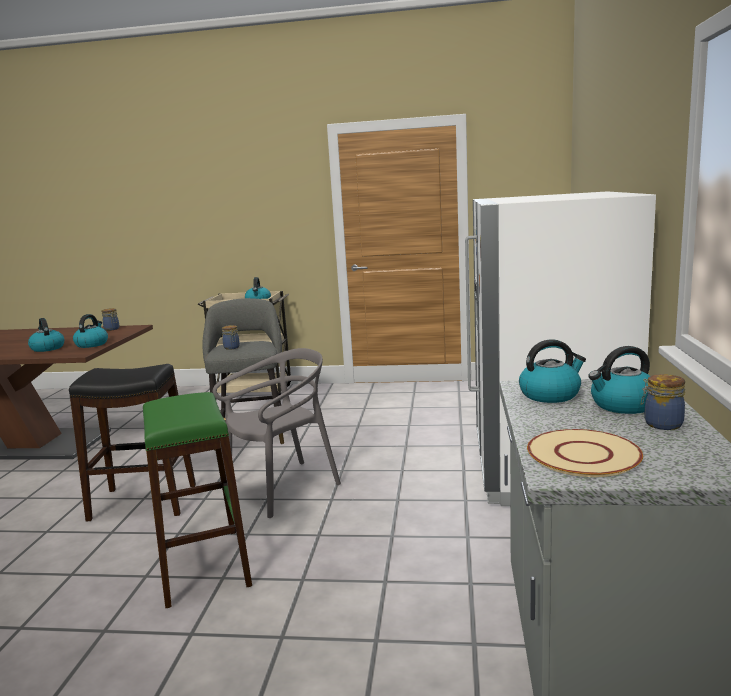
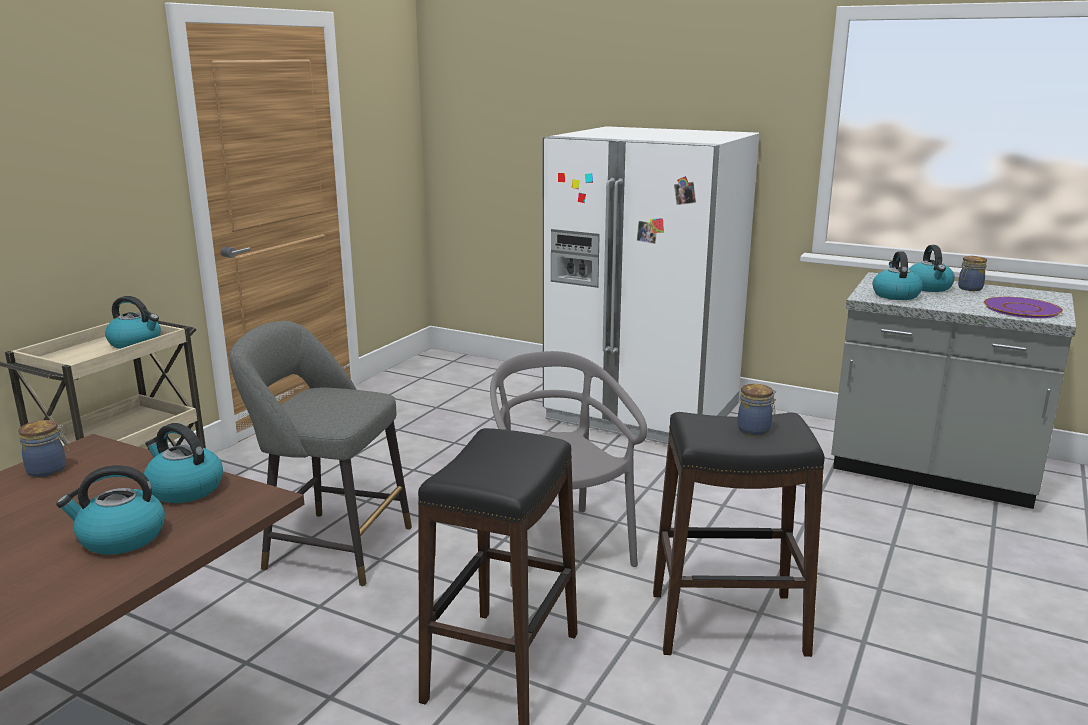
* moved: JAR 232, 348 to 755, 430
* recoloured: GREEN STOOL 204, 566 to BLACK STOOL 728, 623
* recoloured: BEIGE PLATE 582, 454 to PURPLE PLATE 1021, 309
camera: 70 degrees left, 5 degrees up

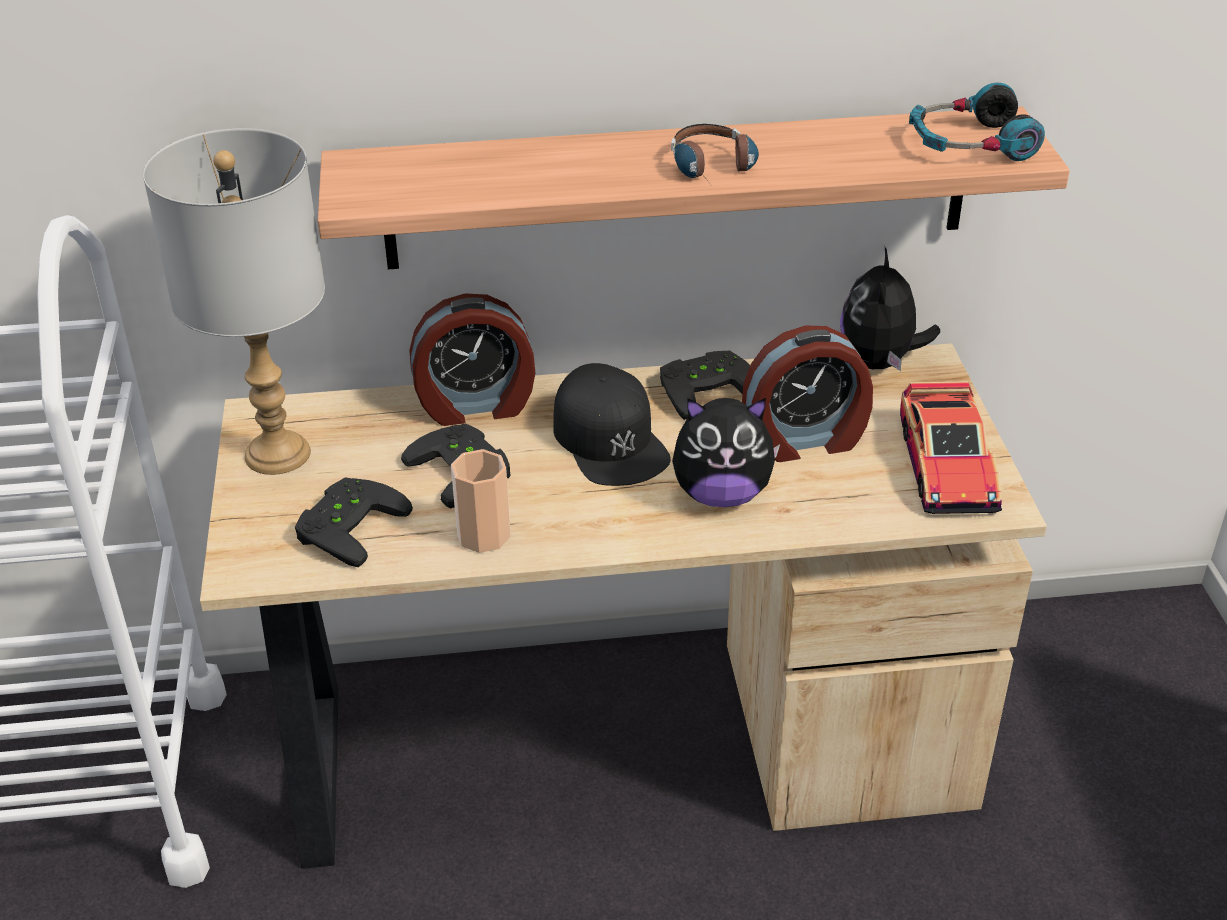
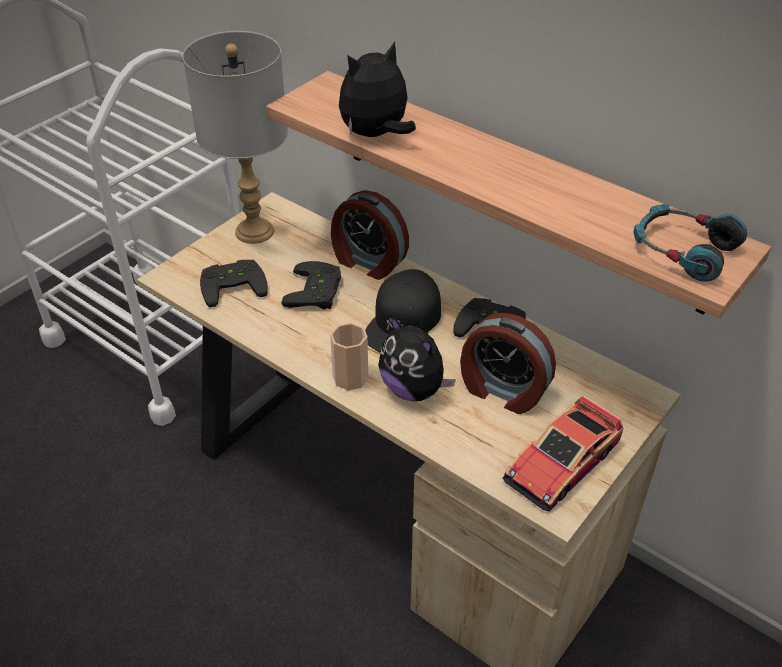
* removed: HEADPHONES 715, 170
* moved: CUP 483, 535 to 350, 377
* moved: PLUSH TOY 879, 363 to 376, 135
camera: 45 degrees right, 5 degrees up

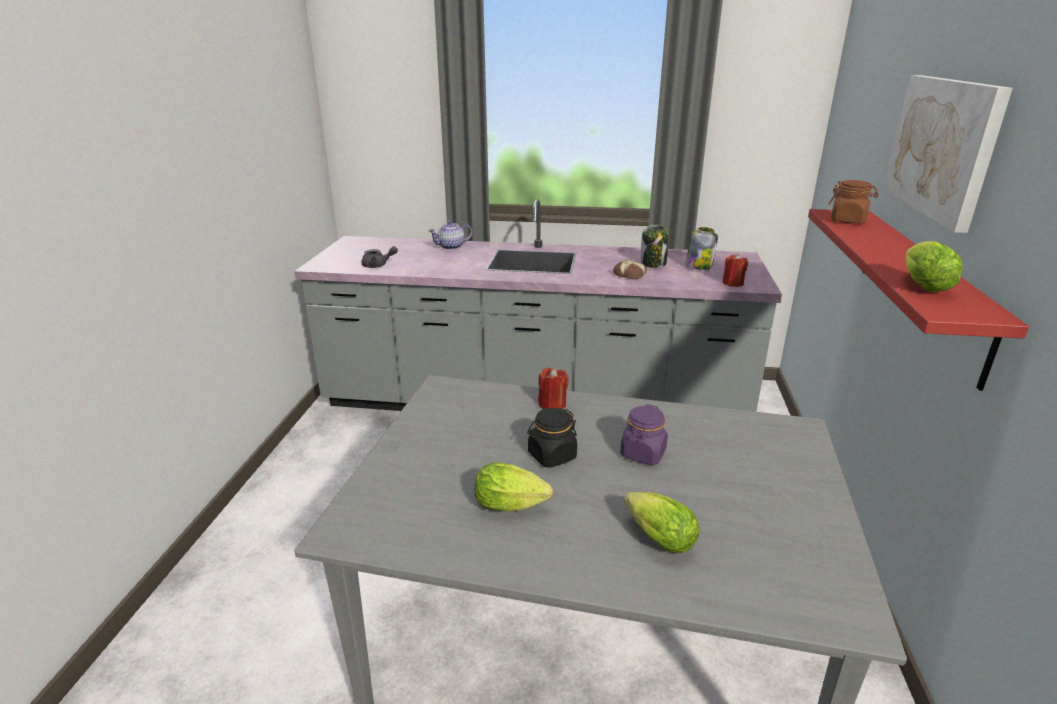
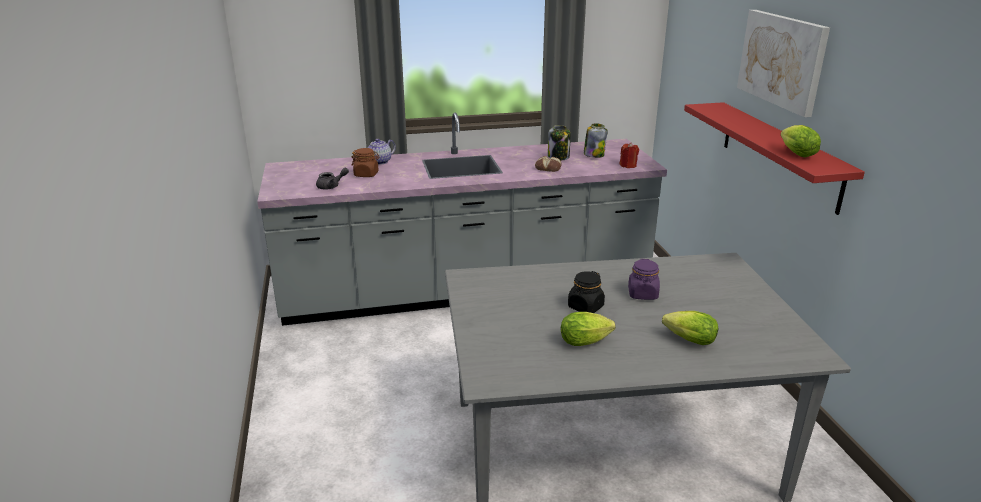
* removed: RED CANDLE 552, 404
* moved: BROWN JAR 848, 220 to 366, 174
camera: 20 degrees left, 0 degrees up

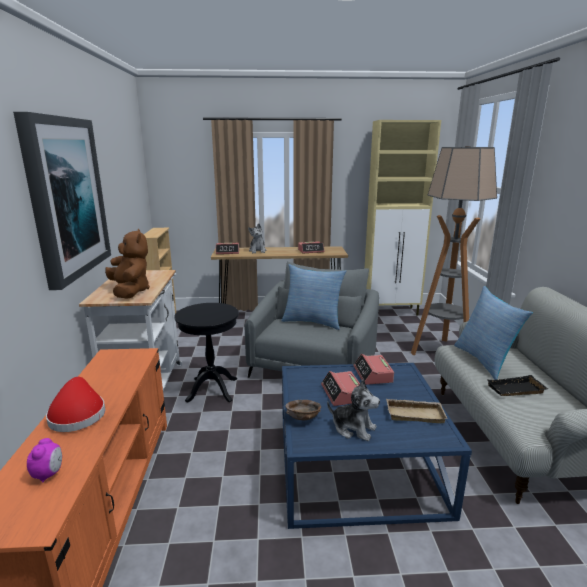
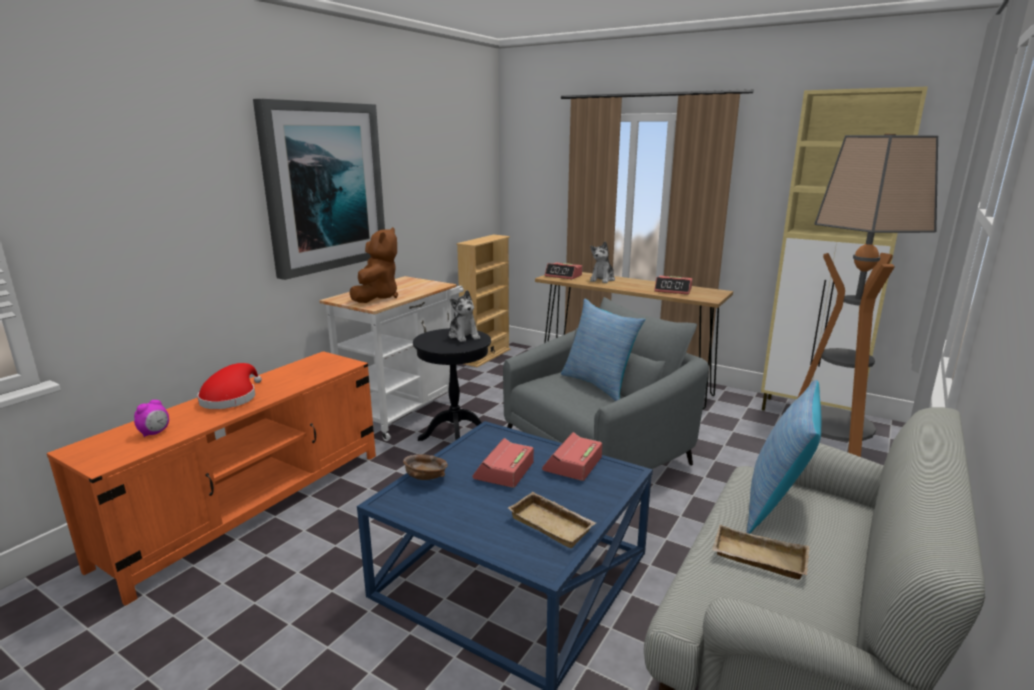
* moved: PLUSH TOY 353, 428 to 464, 336
* recoloured: BLACK TRAY 515, 390 to BEIGE TRAY 757, 559
camera: 35 degrees right, 0 degrees up

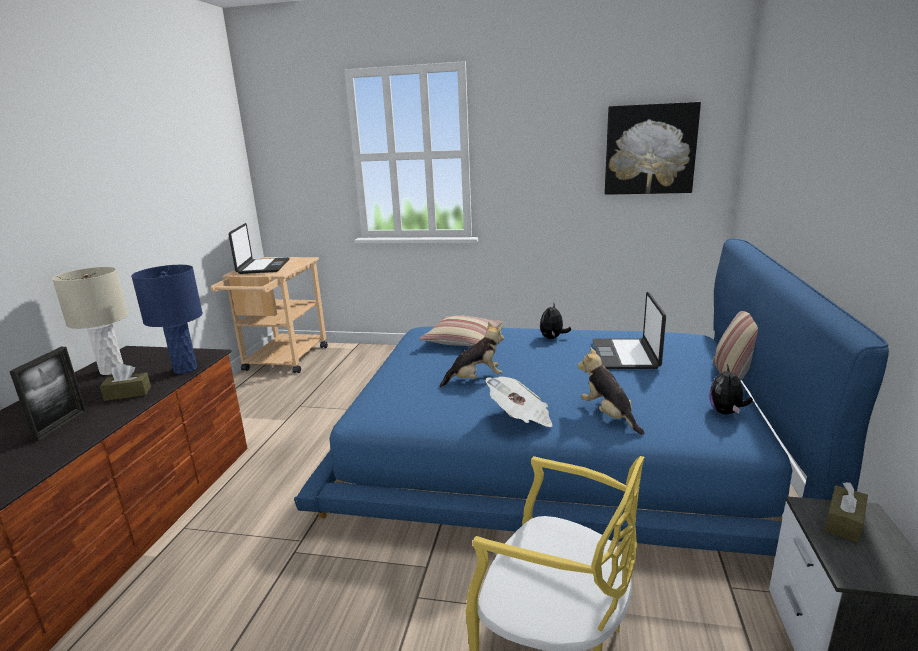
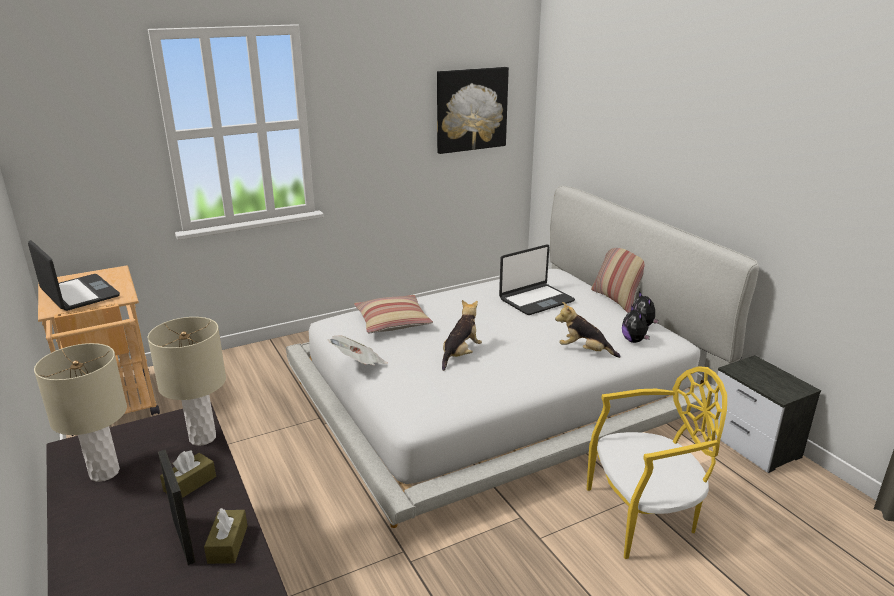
* moved: NEWSPAPER 520, 417 to 359, 364
* moved: PLUSH TOY 552, 338 to 634, 340
* moved: BROWN TISSUE BOX 844, 522 to 228, 544
* recoloured: BLUE TABLE LAMP 185, 369 to BEIGE TABLE LAMP 203, 438
* recoloured: BLUE BED 555, 447 to WHITE BED 501, 394
* turned: LAPTOP 626, 355 = 536, 300 90 degrees counterclockwise
camera: 40 degrees left, 5 degrees up

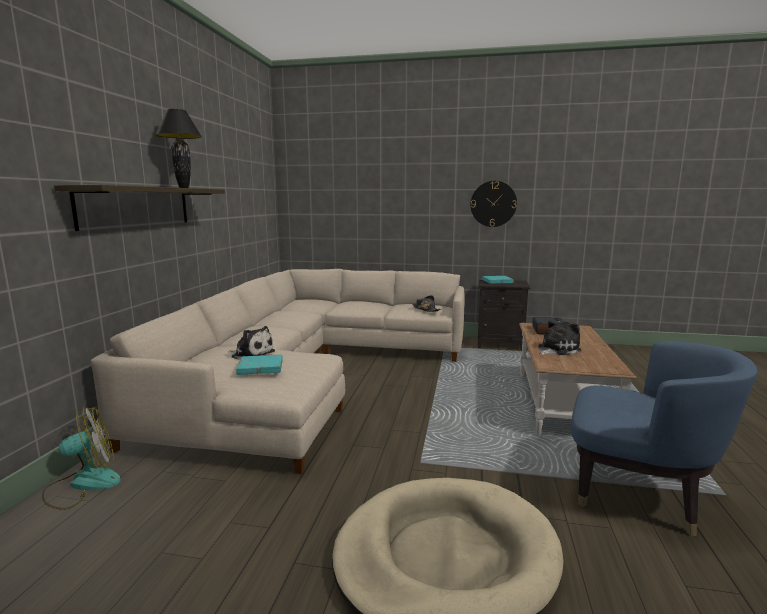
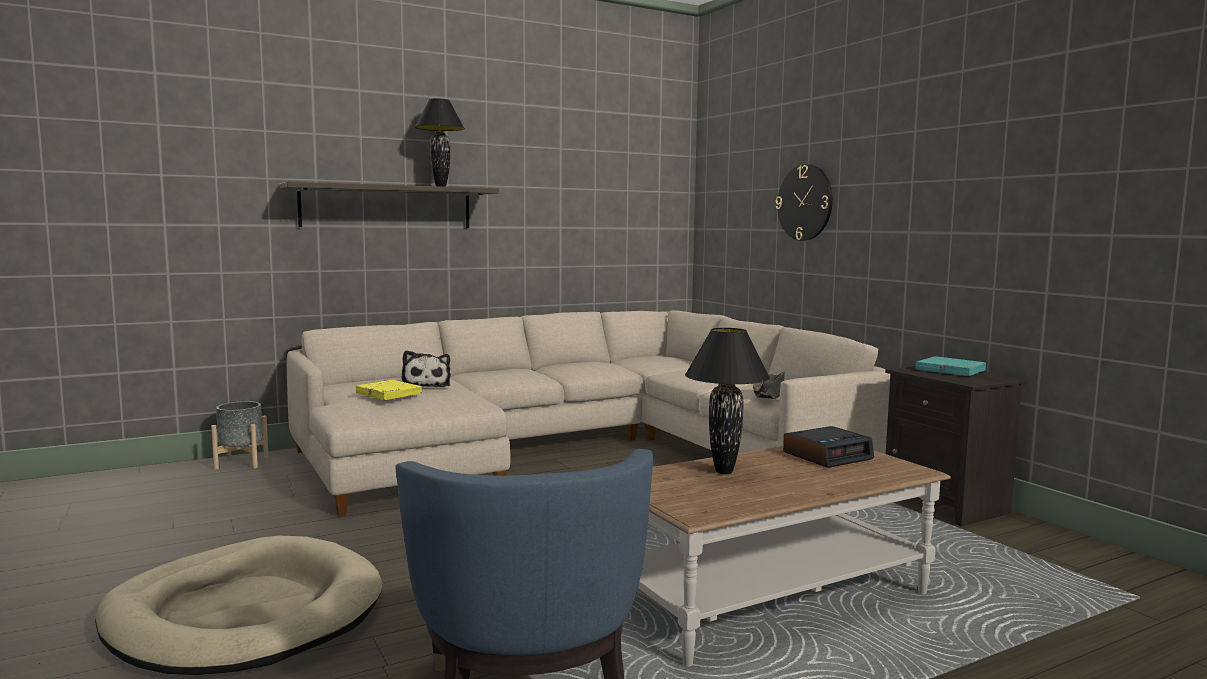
* moved: WALL CLOCK 493, 204 to 805, 202
* replaced: FAN 83, 484 to GREY PLANTER 241, 463
* replaced: PLUSH TOY 556, 349 to BLACK TABLE LAMP 723, 471
* recoloured: TURQUOISE BOOK 260, 368 to YELLOW BOOK 388, 394
camera: 50 degrees right, 5 degrees down

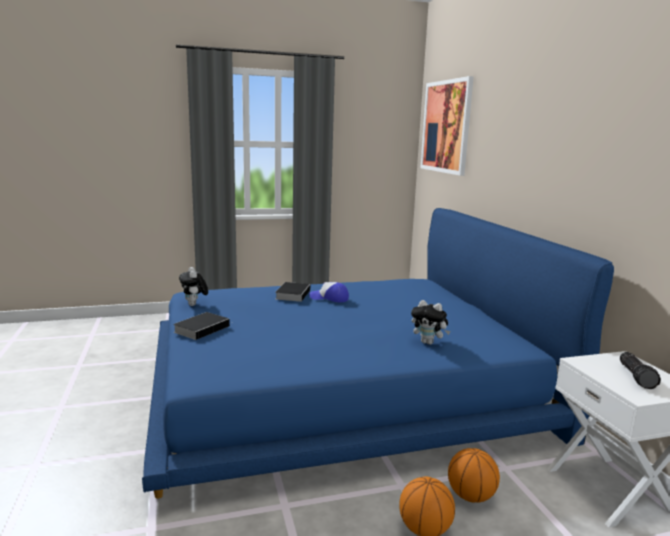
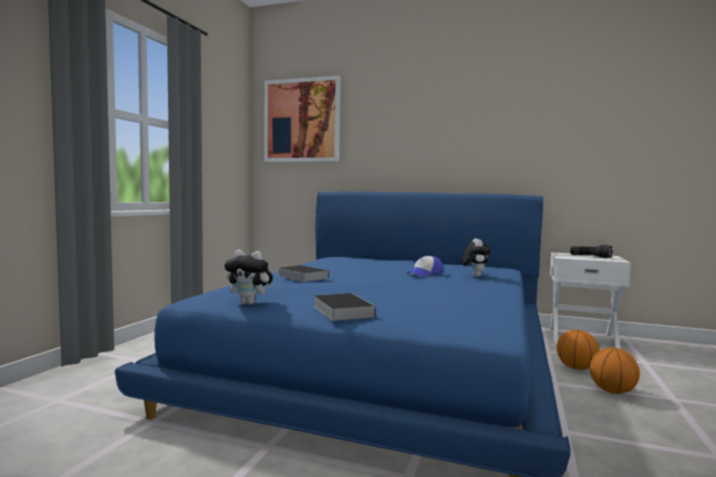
* moved: CAP 329, 298 to 425, 274
* turned: PLUSH TOY 428, 343 = 474, 276 60 degrees counterclockwise
camera: 55 degrees left, 10 degrees down

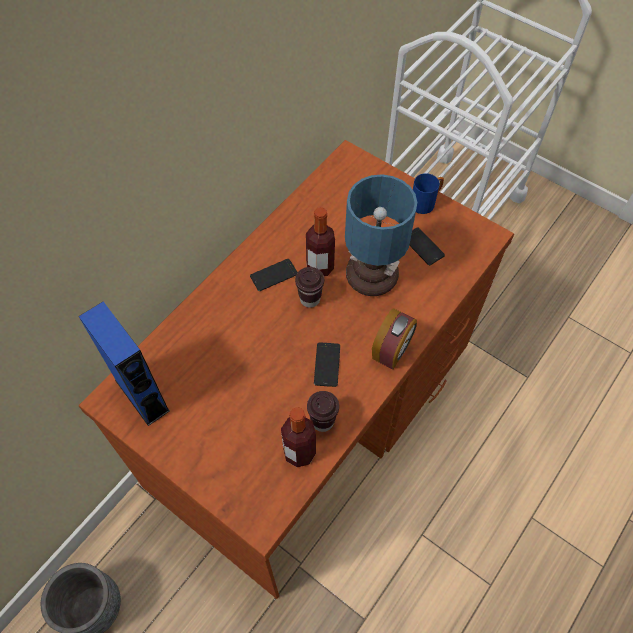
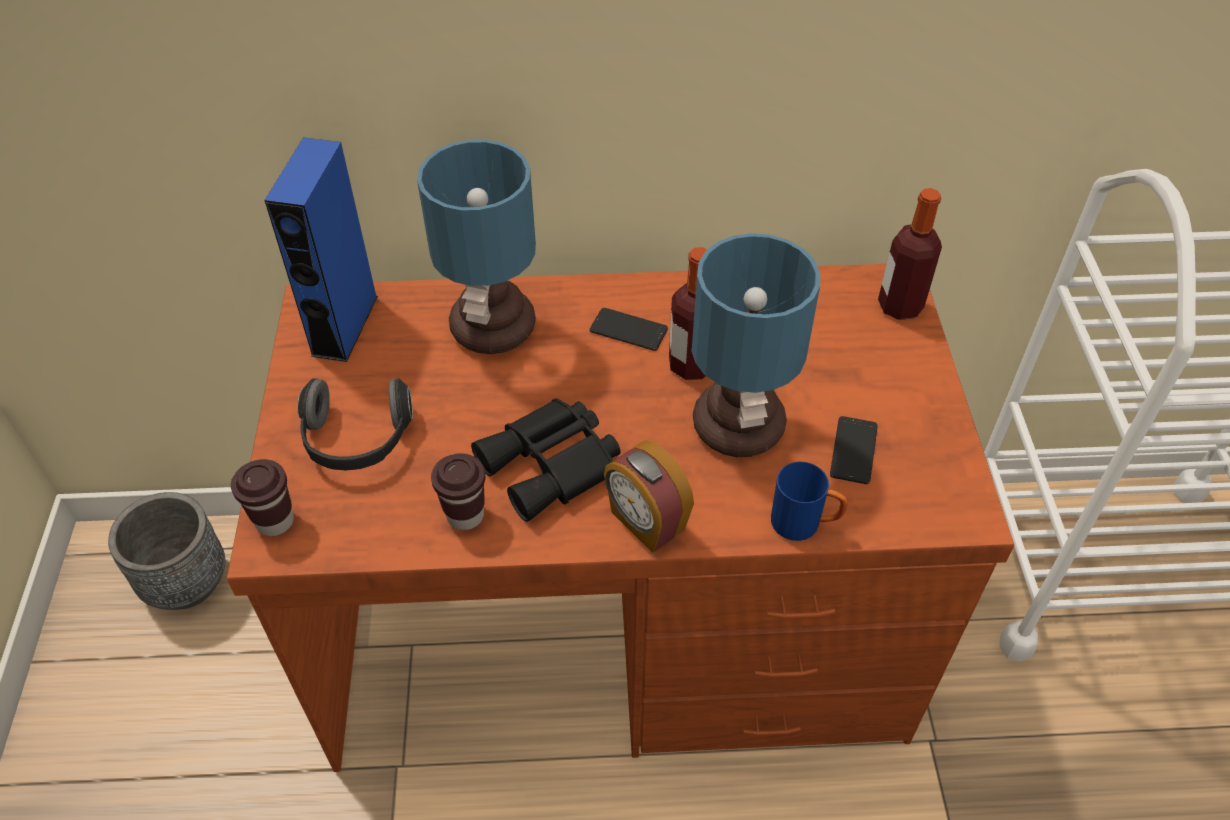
* added: HEADPHONES 357, 441
* added: TABLE LAMP 493, 330
* moved: BOTTLE 299, 452 to 900, 306
* moved: BROWN CUP 310, 299 to 275, 521
* moved: BLUE MUG 426, 202 to 805, 523
* replaced: PHONE 327, 364 to BLACK BINOCULARS 553, 466
* turned: ALARM CLOCK 392, 351 = 646, 522 60 degrees clockwise
camera: 50 degrees right, 10 degrees down

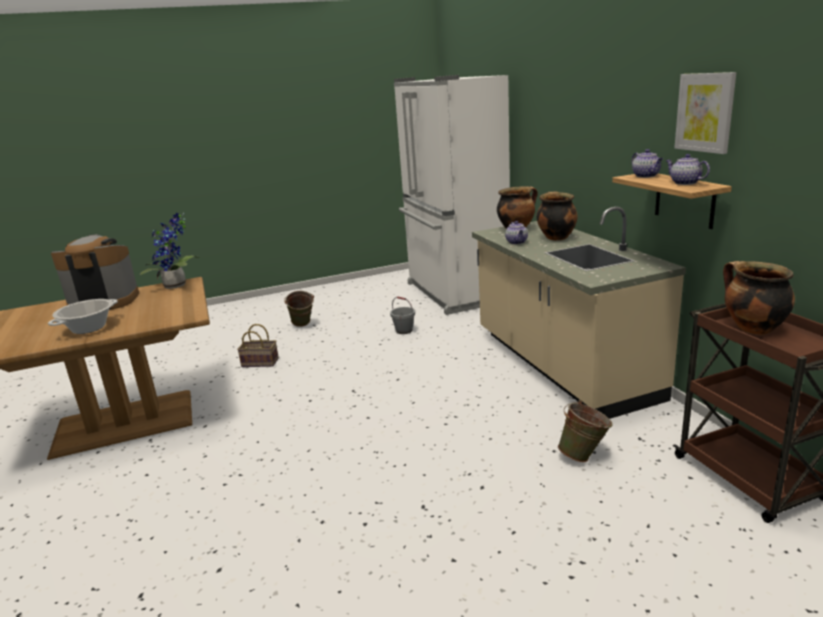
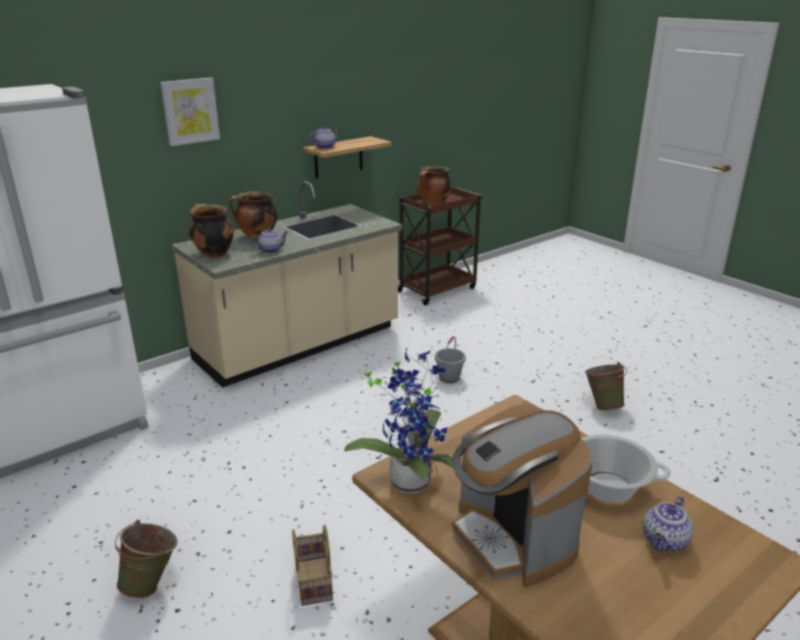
* moved: GREY BUCKET 404, 330 to 449, 377
* moved: GREEN BUCKET 584, 456 to 602, 405
* moved: TEAPOT 684, 183 to 664, 542
* moved: PICTURE 705, 112 to 190, 111
camera: 110 degrees left, 5 degrees up

